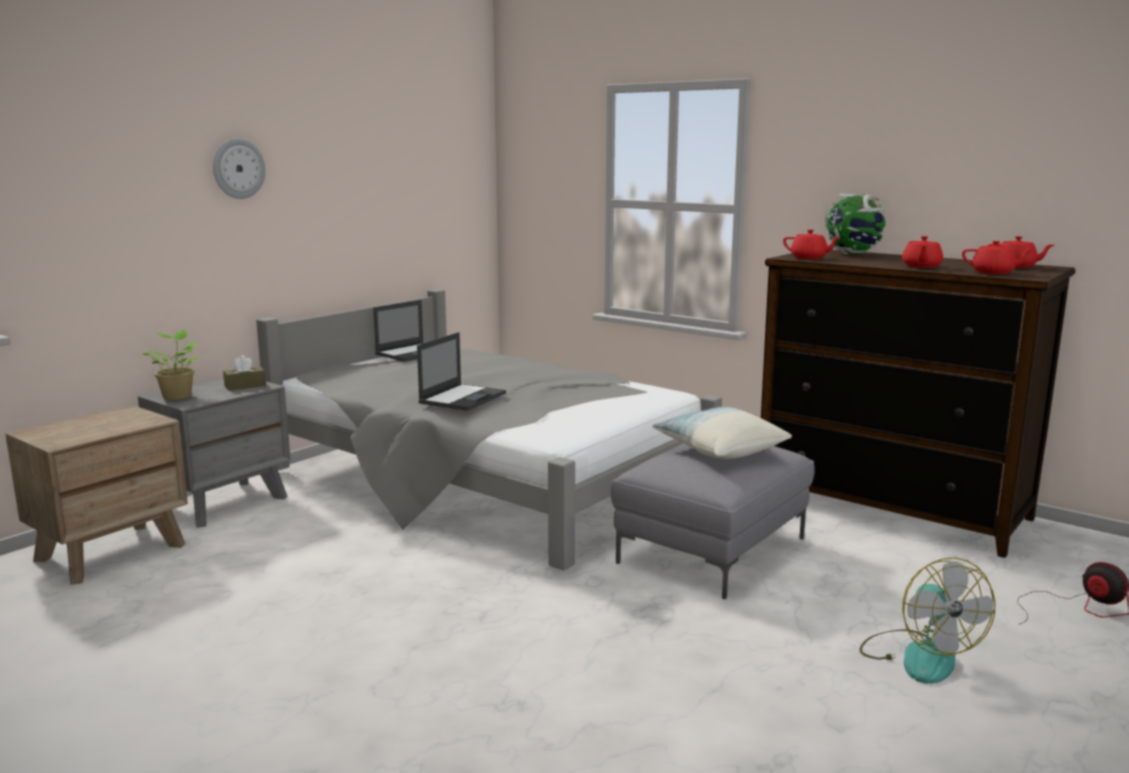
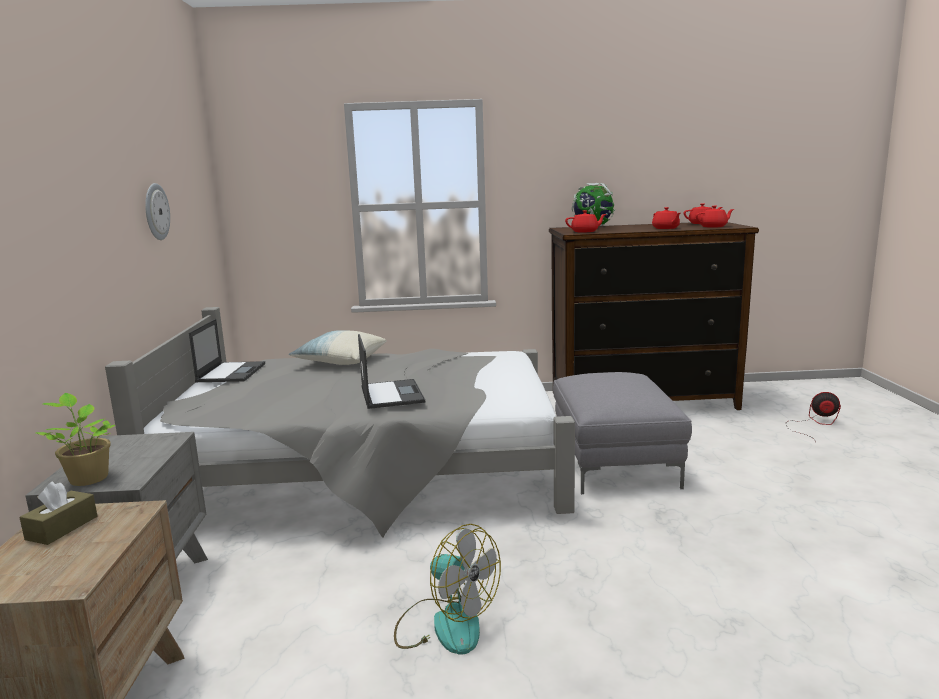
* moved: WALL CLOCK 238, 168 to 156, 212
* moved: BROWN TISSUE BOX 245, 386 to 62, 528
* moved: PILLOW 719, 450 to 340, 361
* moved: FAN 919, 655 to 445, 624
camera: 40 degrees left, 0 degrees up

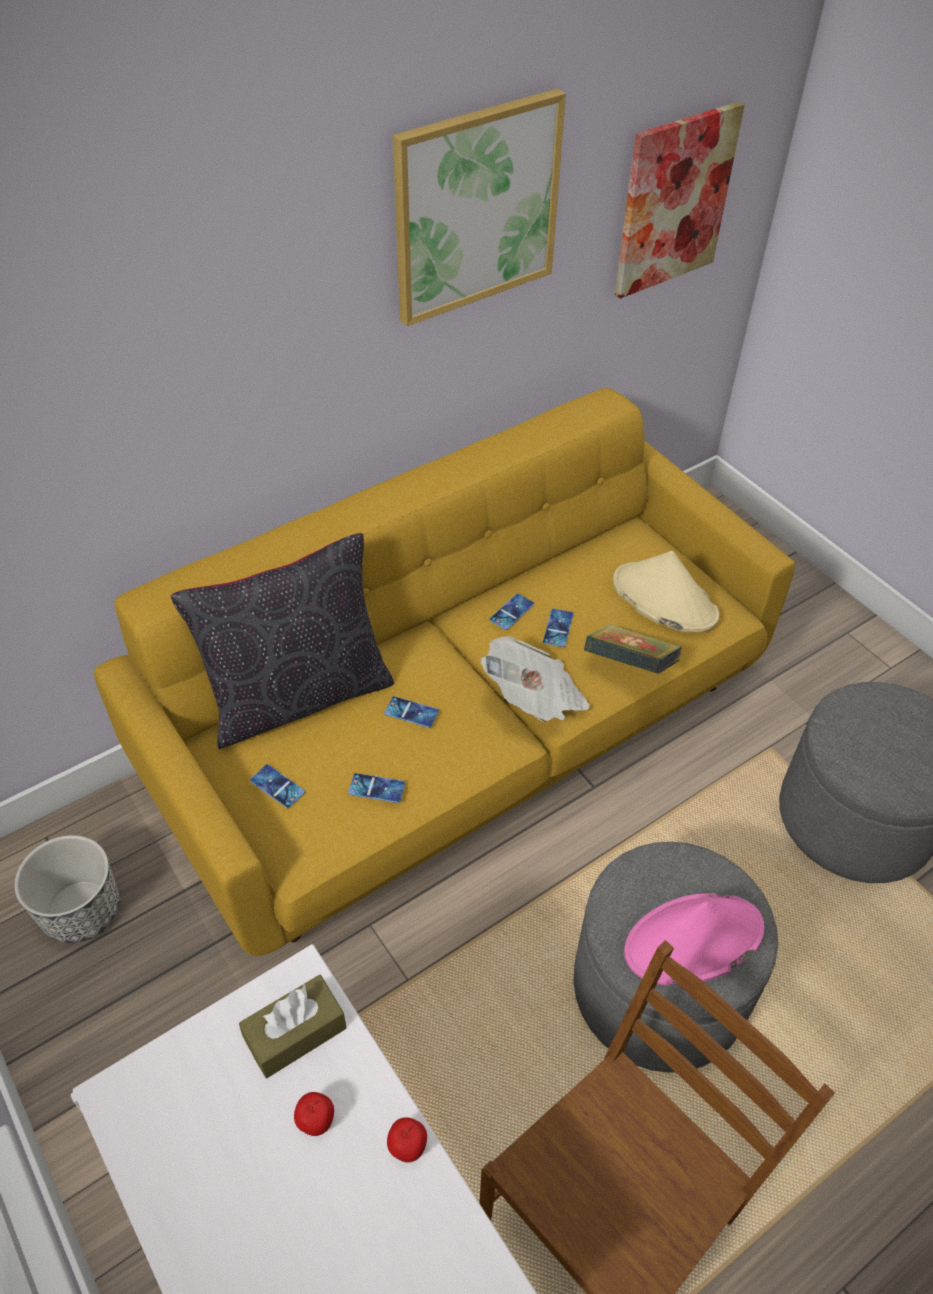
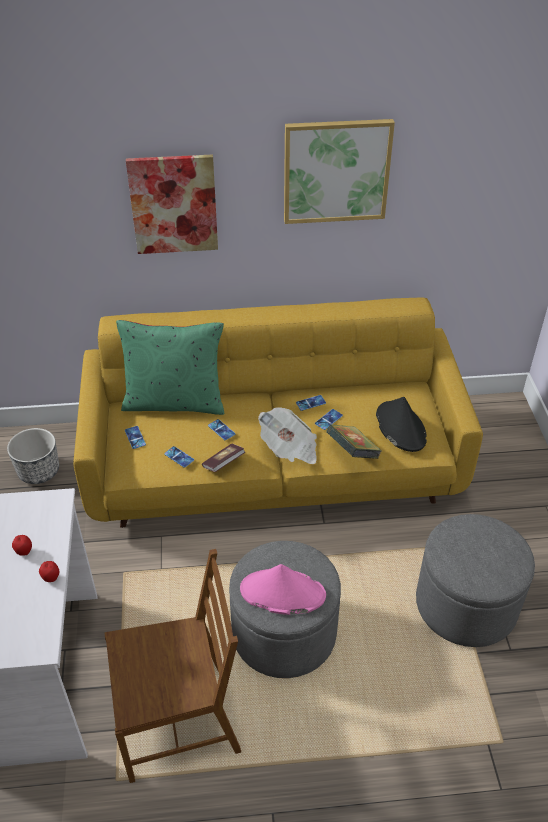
* removed: BROWN TISSUE BOX 295, 1033
* added: BOOK 223, 463
* moved: PICTURE 674, 201 to 173, 204
* recoloured: BLACK PILLOW 298, 696 to GREEN PILLOW 174, 402
* recoloured: BEIGE HAT 663, 599 to BLACK HAT 400, 427
camera: 30 degrees right, 5 degrees down

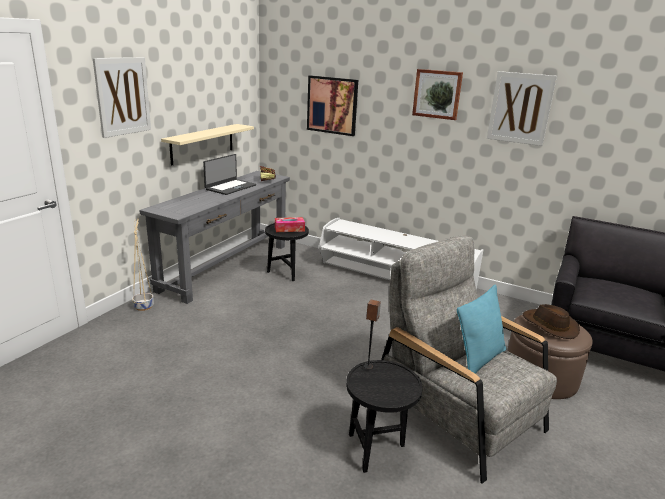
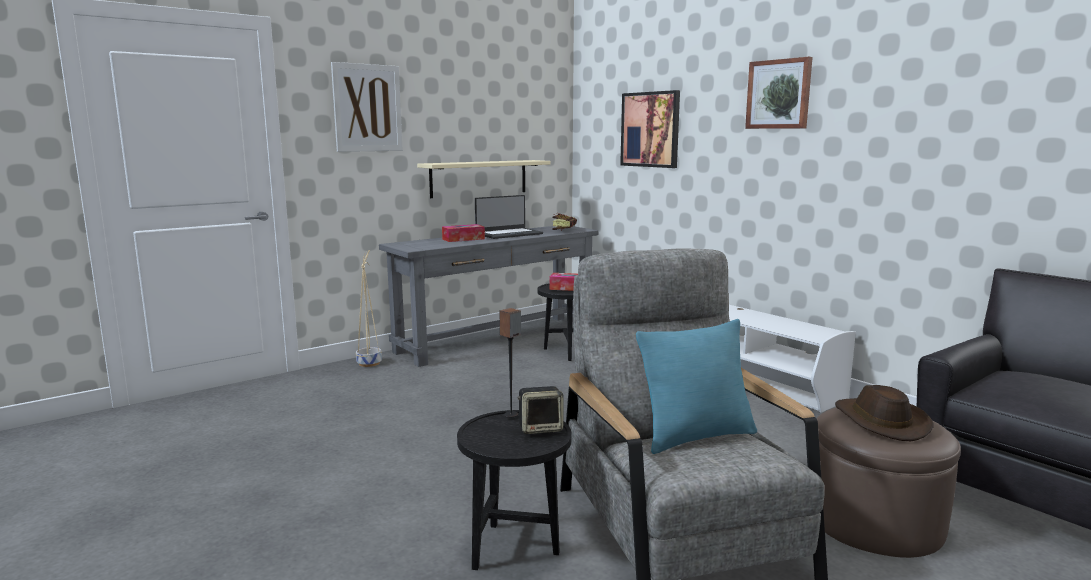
* removed: PICTURE 520, 108
* added: TISSUE BOX 463, 239
* added: SPEAKER 541, 428
camera: 25 degrees right, 10 degrees down

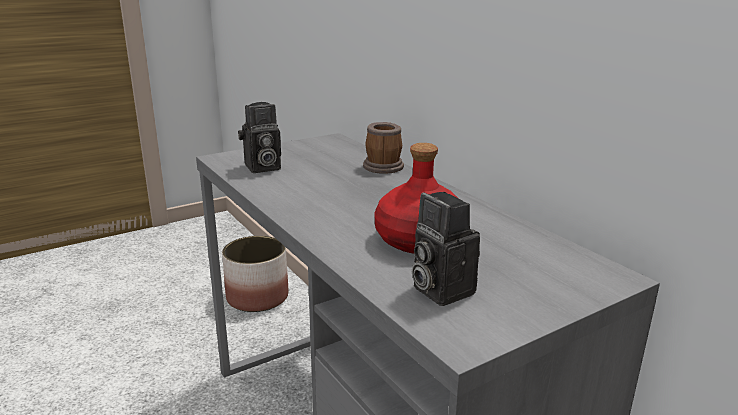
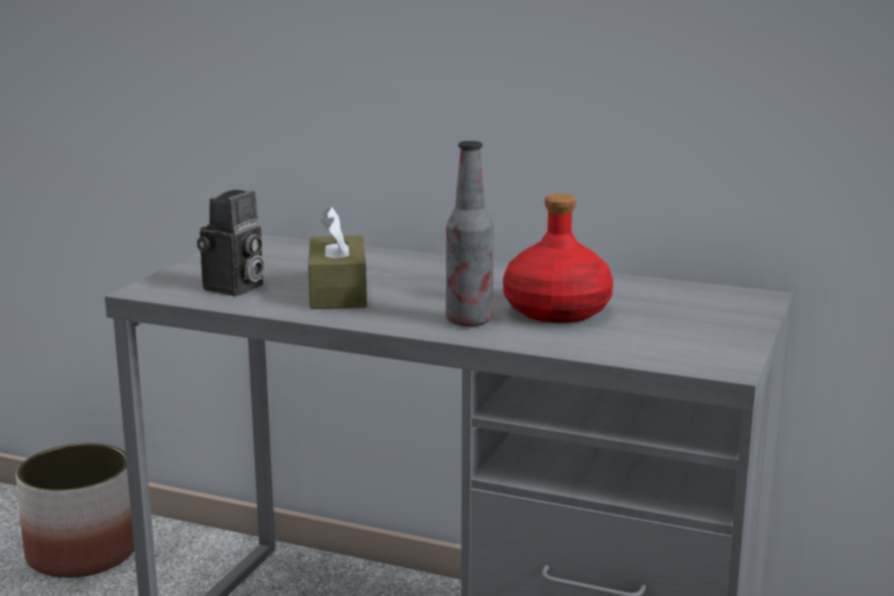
* removed: MUG 384, 165
* removed: PHOTO CAMERA 438, 289
* added: BROWN TISSUE BOX 338, 292
* added: BOTTLE 469, 321
camera: 35 degrees left, 5 degrees down

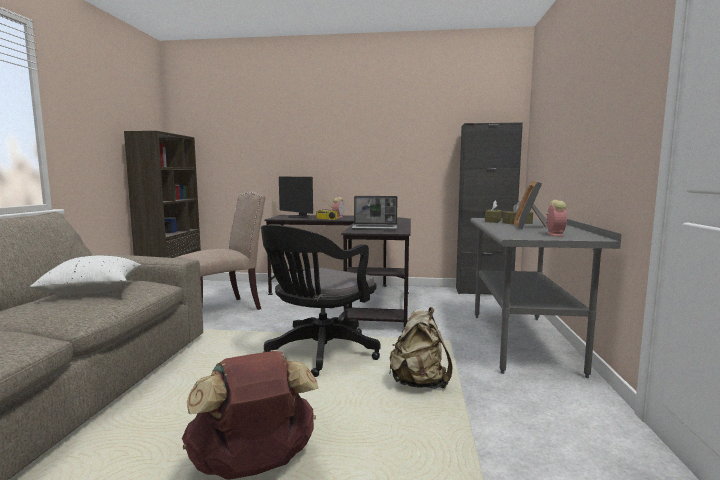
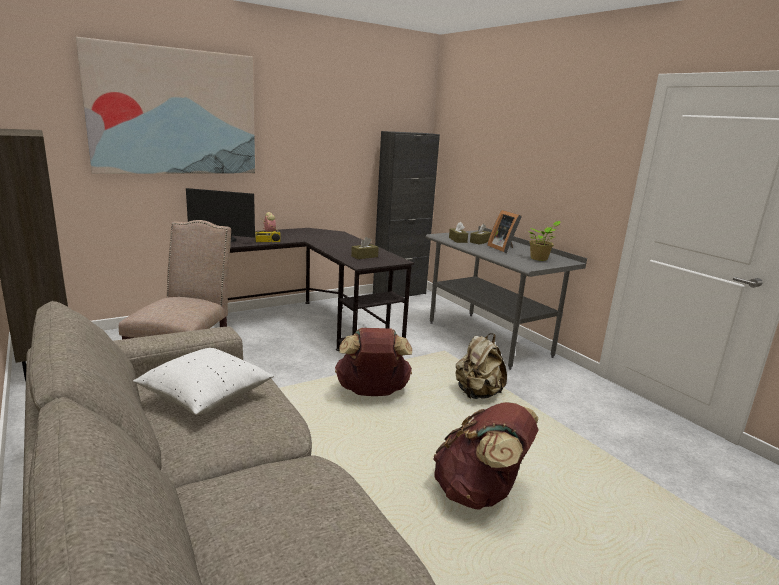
* added: PICTURE 174, 112
* replaced: BLACK OFFICE CHAIR 319, 353 to BROWN BACKPACK 372, 393
* replaced: LAPTOP 375, 228 to BROWN TISSUE BOX 364, 256
* replaced: ALARM CLOCK 554, 234 to POTTED PLANT 540, 259
camera: 40 degrees left, 10 degrees up

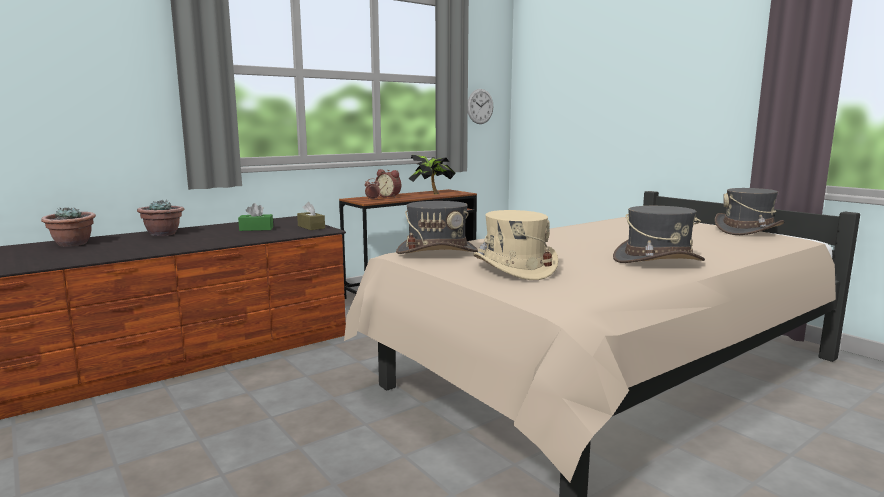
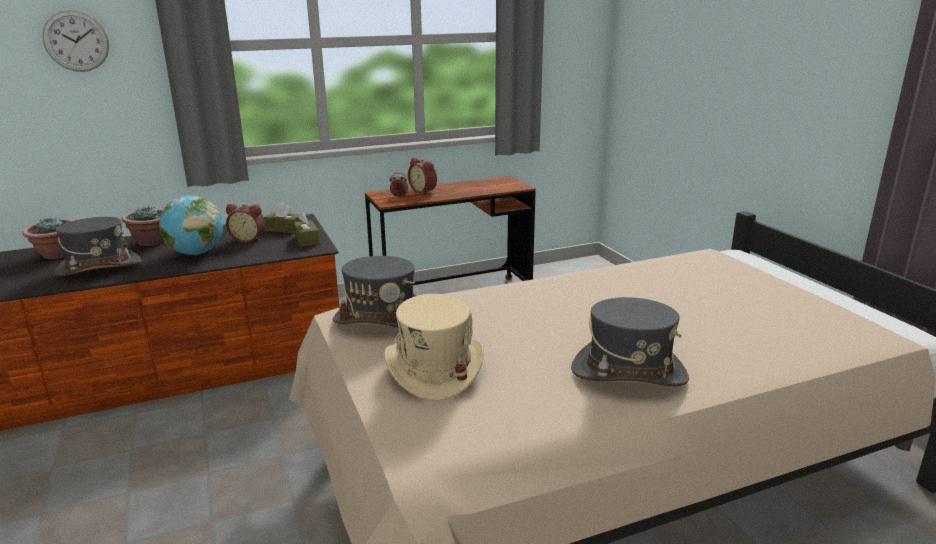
* removed: POTTED PLANT 431, 193
* added: GLOBE 196, 253
* added: BROWN TISSUE BOX 284, 229
* moved: WALL CLOCK 480, 106 to 76, 41
* moved: GREY HAT 747, 230 to 98, 267
* replaced: GREEN TISSUE BOX 256, 229 to ALARM CLOCK 248, 239
camera: 15 degrees right, 10 degrees up

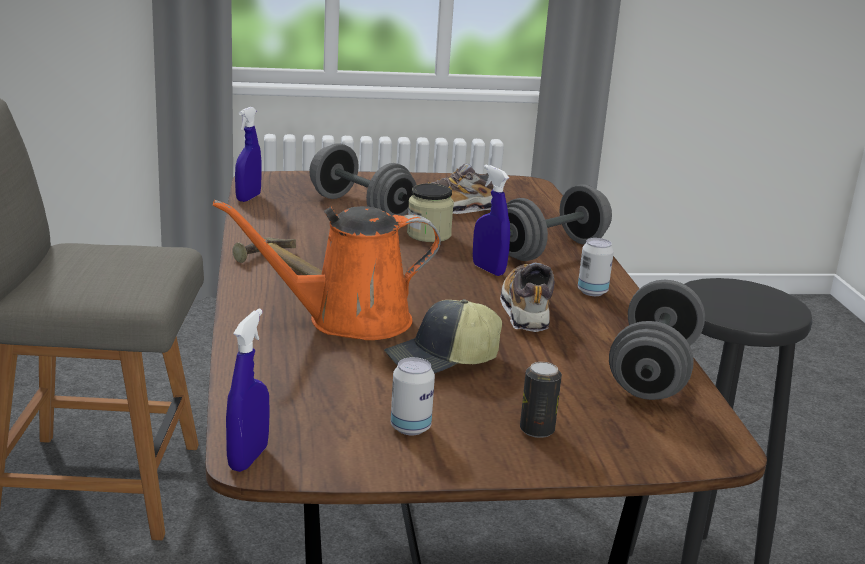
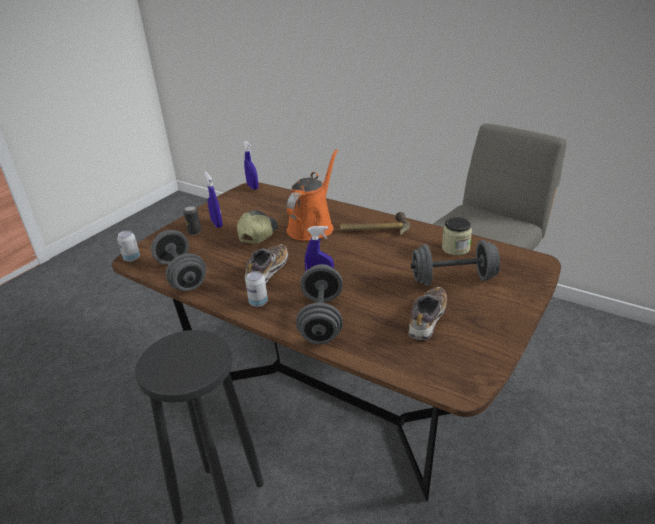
* moved: BLUE SPRAY BOTTLE 248, 198 to 217, 224
* moved: CAN 410, 428 to 132, 258
* moved: JAR 429, 234 to 455, 248
* turned: SHOE 526, 310 = 267, 271 105 degrees counterclockwise
camera: 135 degrees right, 10 degrees up

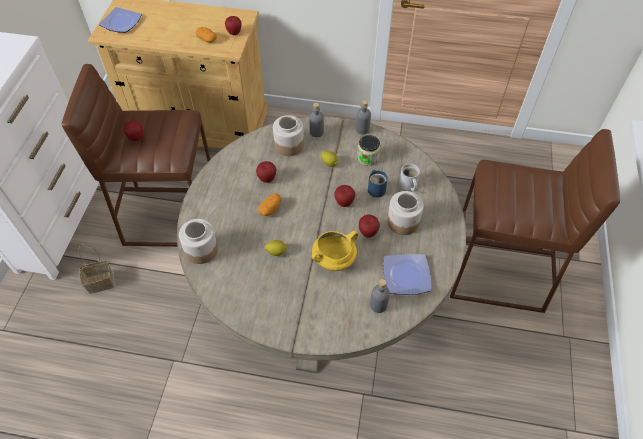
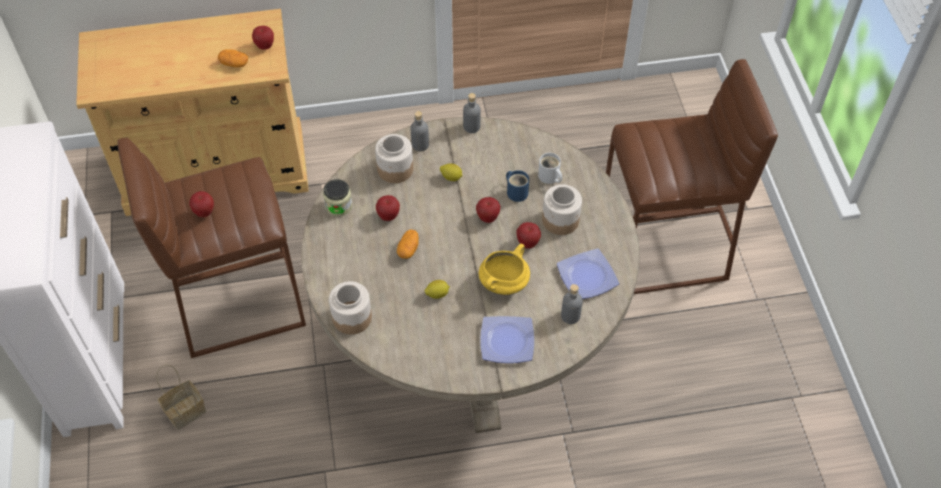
* moved: PLATE 120, 23 to 506, 342
* moved: JAR 368, 158 to 338, 206
camera: 20 degrees left, 0 degrees up

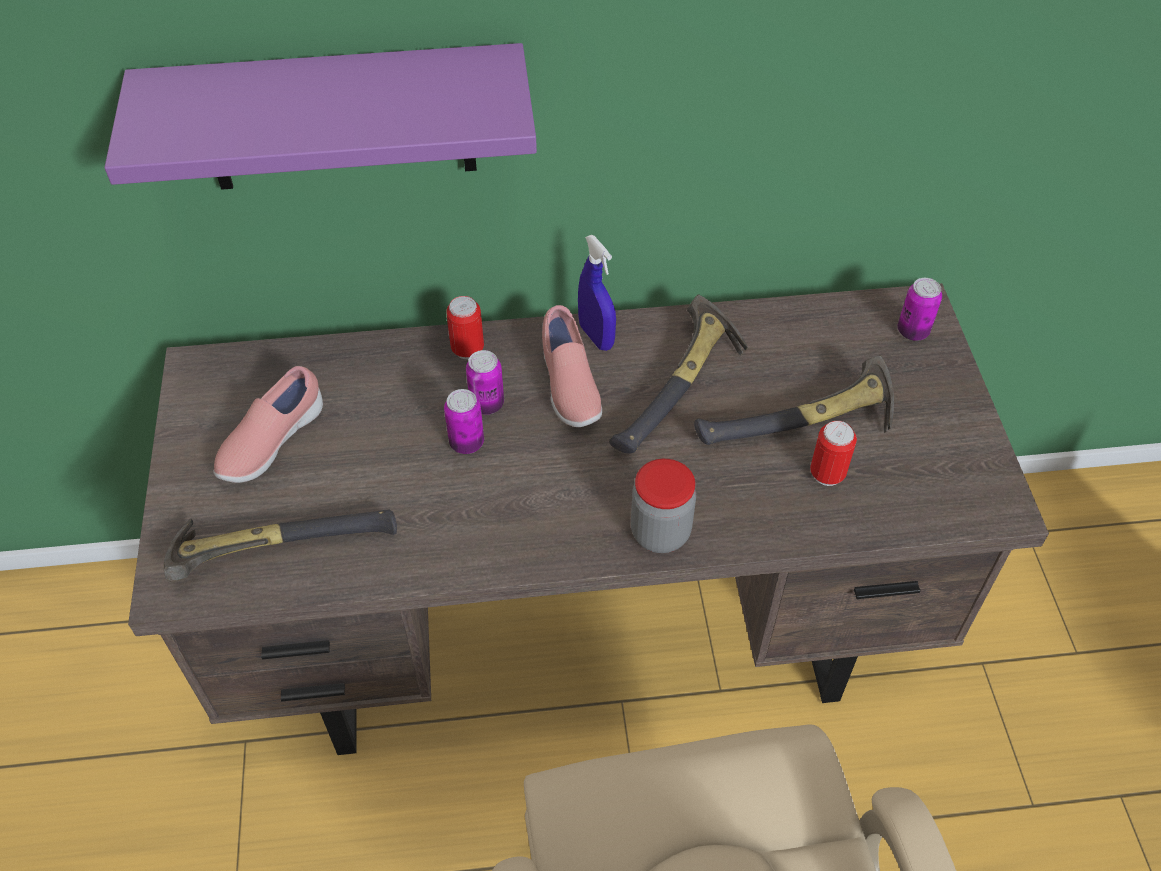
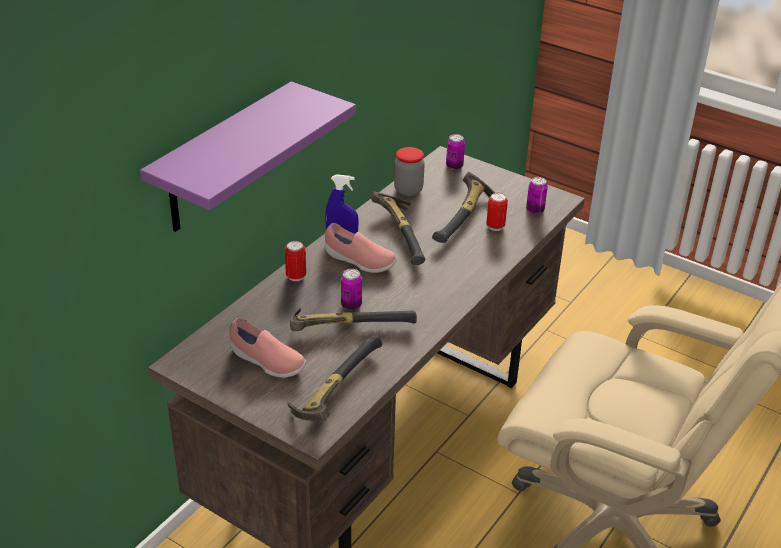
* added: HAMMER 347, 326
* moved: CAN 487, 404 to 535, 210
* moved: JAR 660, 532 to 408, 190
* turned: PINK SHOE 271, 442 = 266, 362 45 degrees counterclockwise
camera: 50 degrees left, 15 degrees down

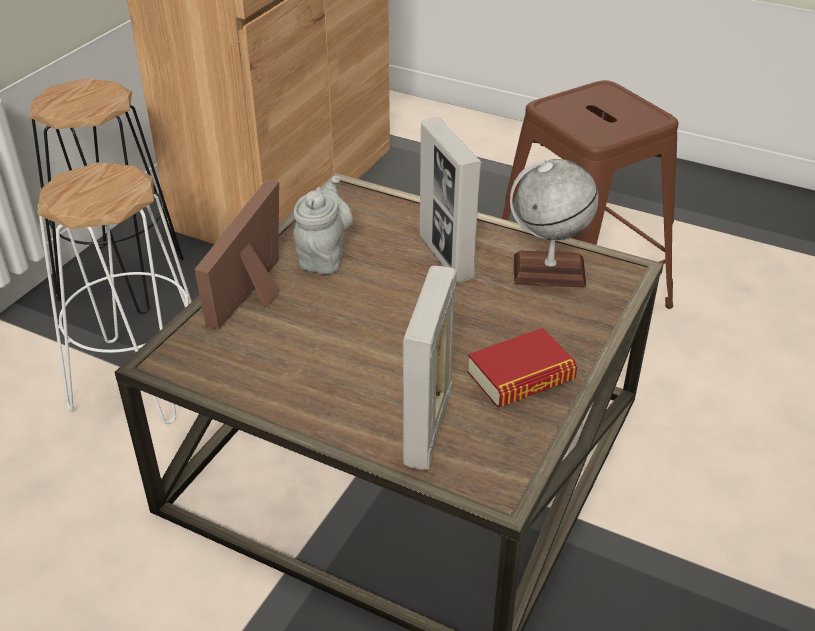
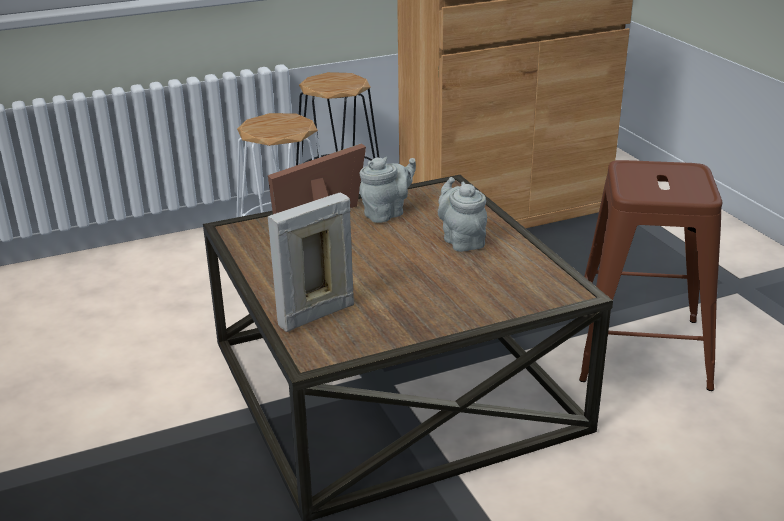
* removed: BOOK 520, 376
* removed: GLOBE 548, 271
* replaced: PICTURE FRAME 446, 257 to GREY TEAPOT 462, 241
camera: 40 degrees right, 10 degrees down

